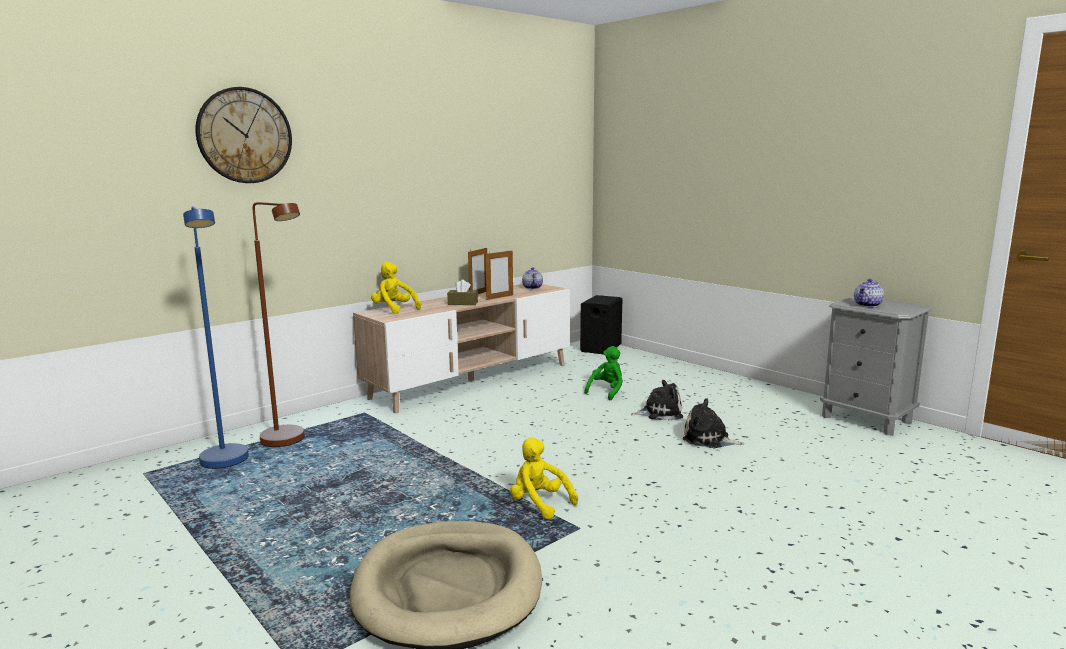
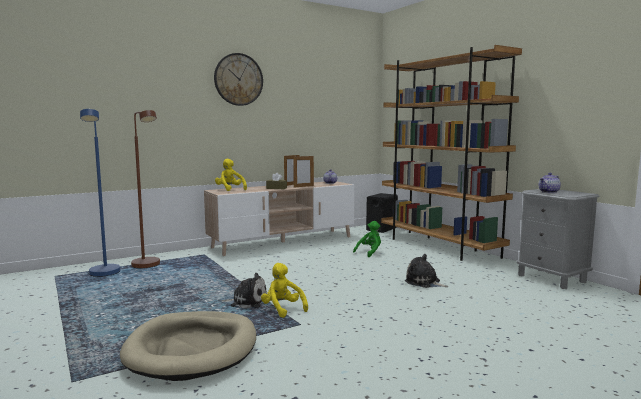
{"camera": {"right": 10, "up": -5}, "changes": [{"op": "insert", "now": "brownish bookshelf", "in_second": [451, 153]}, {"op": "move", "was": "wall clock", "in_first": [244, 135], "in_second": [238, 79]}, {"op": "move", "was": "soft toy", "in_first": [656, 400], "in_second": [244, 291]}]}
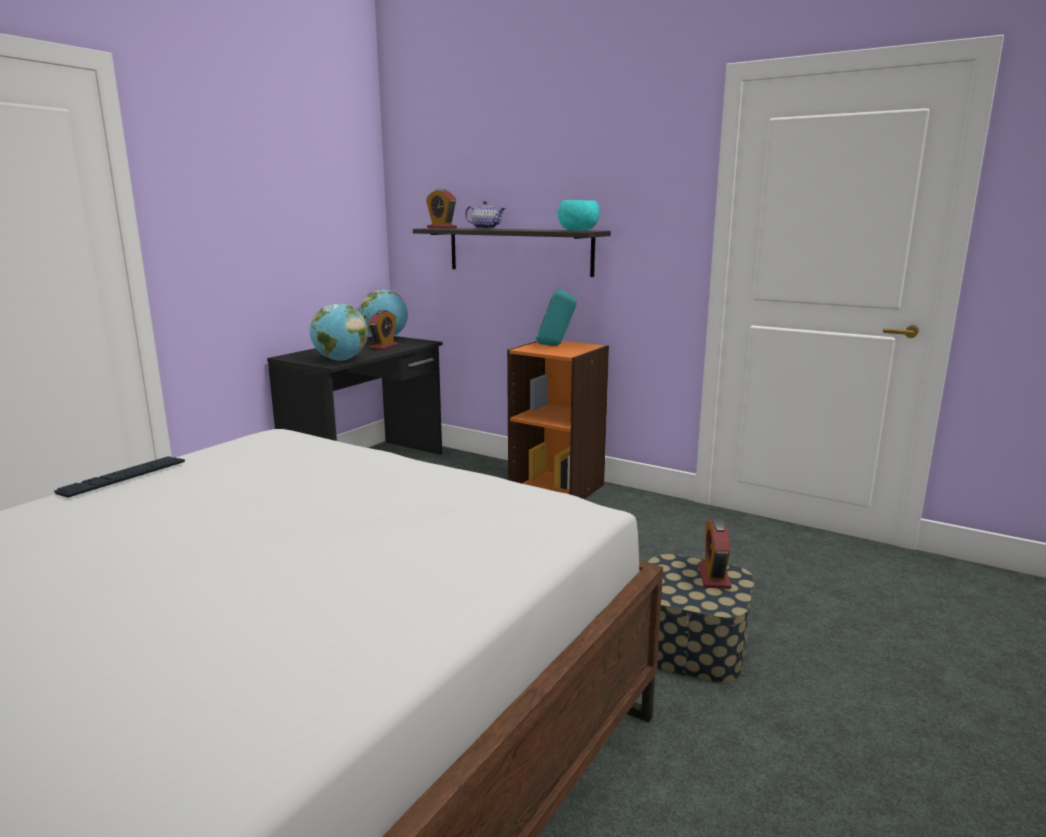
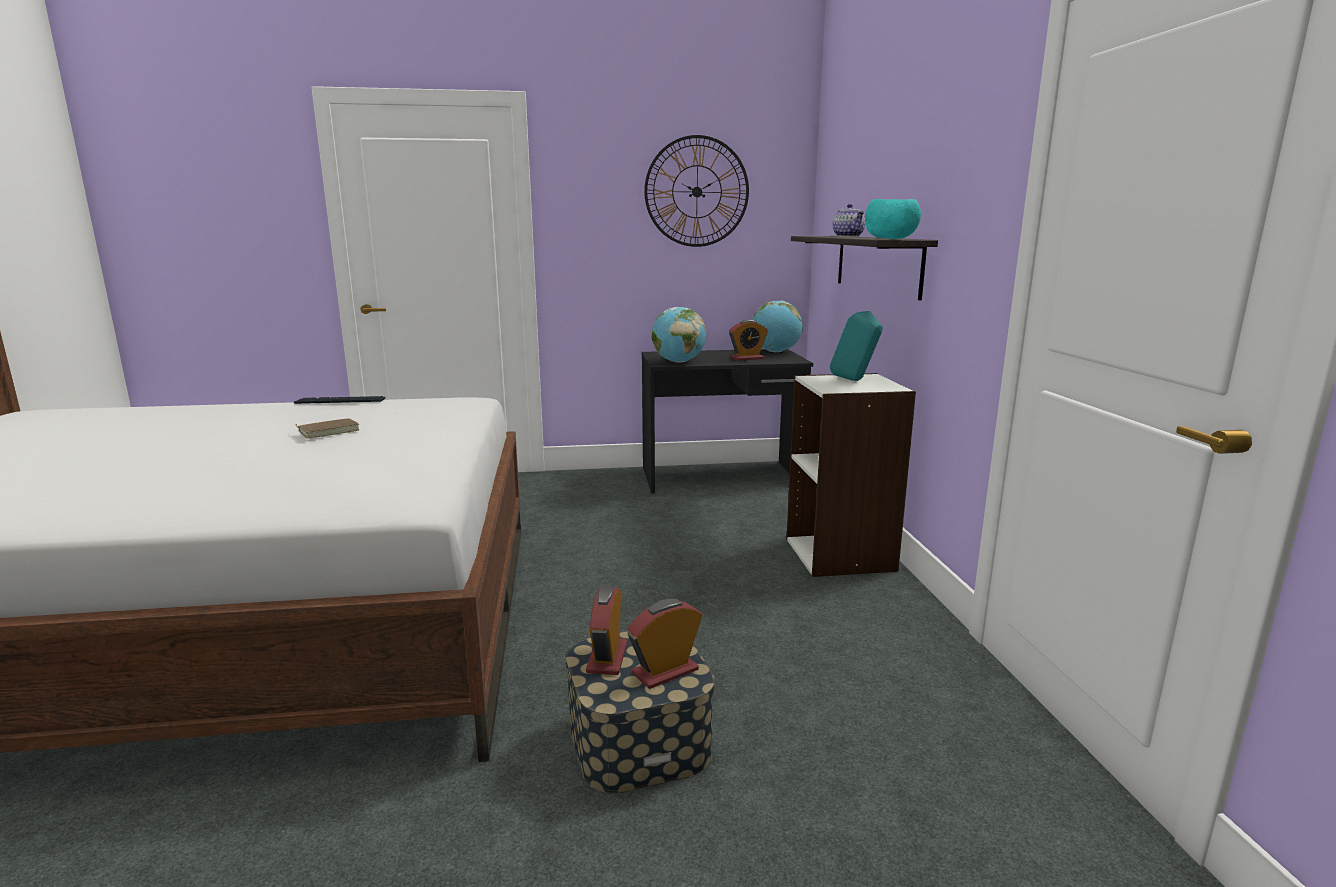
{"camera": {"right": 50, "up": 0}, "changes": [{"op": "insert", "now": "brownish bound book", "in_second": [327, 428]}, {"op": "insert", "now": "wall clock", "in_second": [696, 191]}, {"op": "move", "was": "table clock", "in_first": [441, 209], "in_second": [606, 630]}, {"op": "recolor", "was": "orange-coloured bookshelf", "now": "whitish bookshelf", "in_first": [558, 420], "in_second": [851, 475]}]}
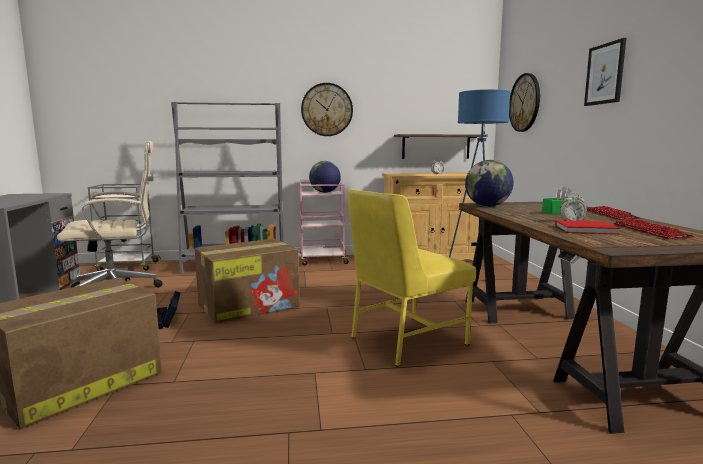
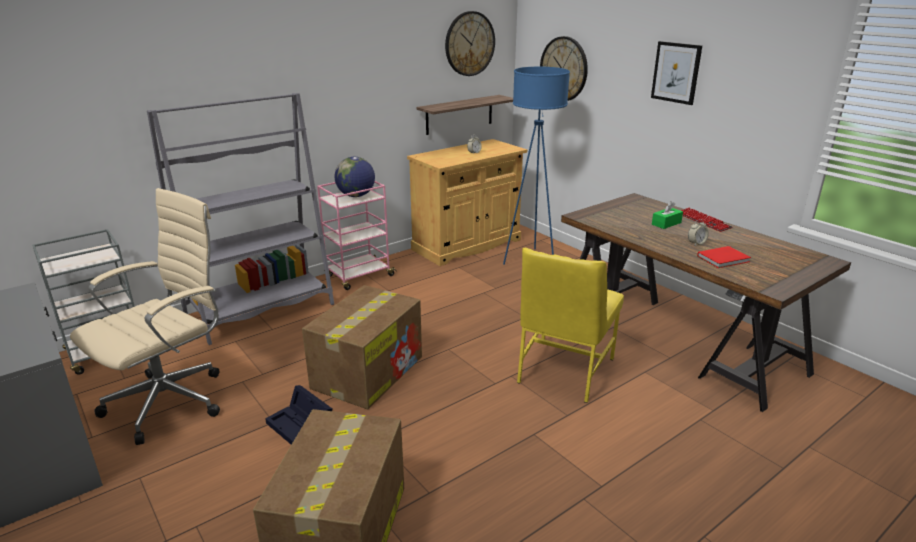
{"camera": {"right": -30, "up": 15}, "changes": [{"op": "delete", "was": "world globe", "in_first": [489, 183]}, {"op": "delete", "was": "computer keyboard", "in_first": [654, 229]}, {"op": "move", "was": "wall clock", "in_first": [327, 109], "in_second": [470, 43]}]}
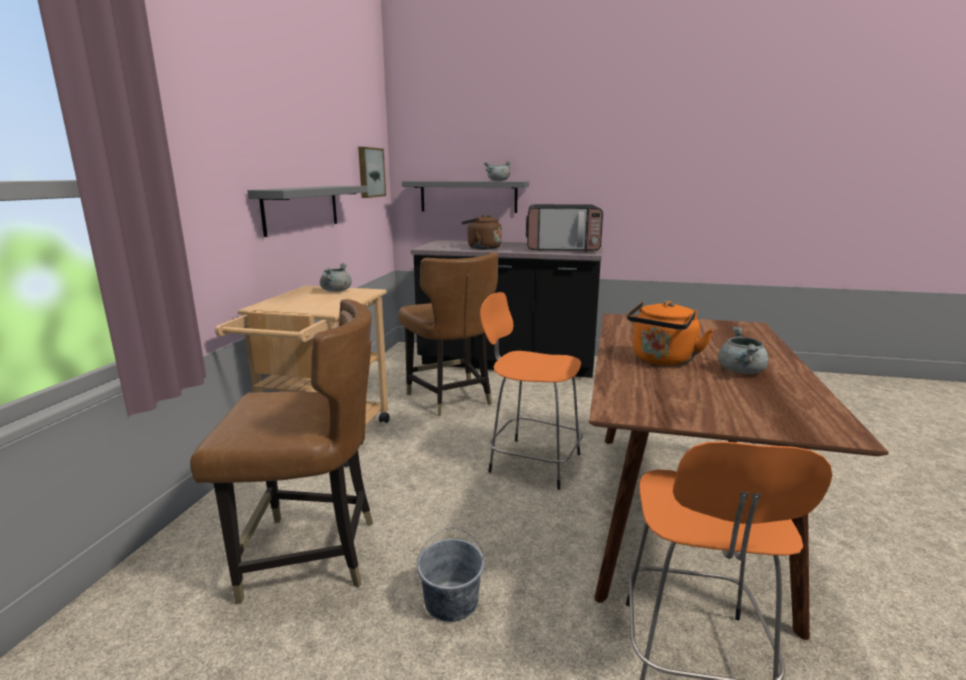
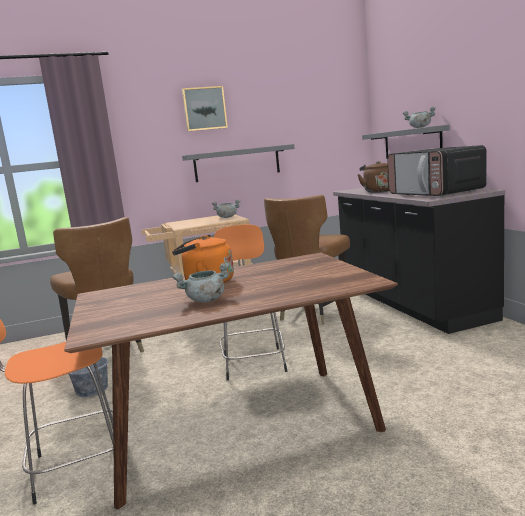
{"camera": {"right": 60, "up": -5}, "changes": [{"op": "move", "was": "picture", "in_first": [372, 172], "in_second": [205, 109]}]}
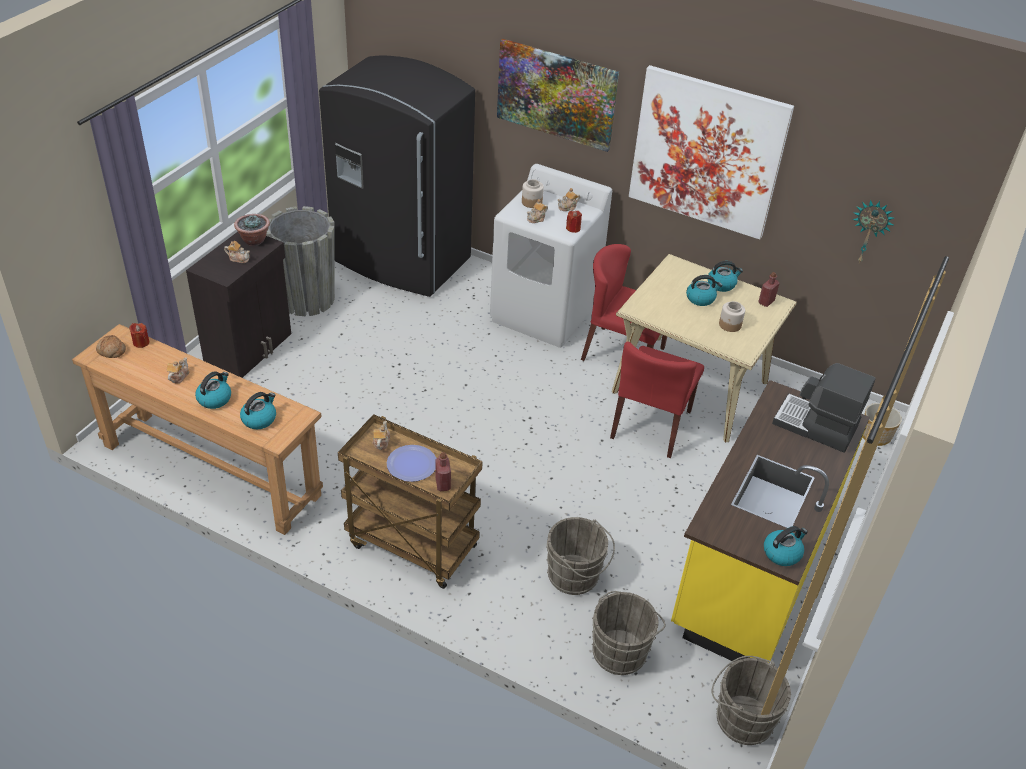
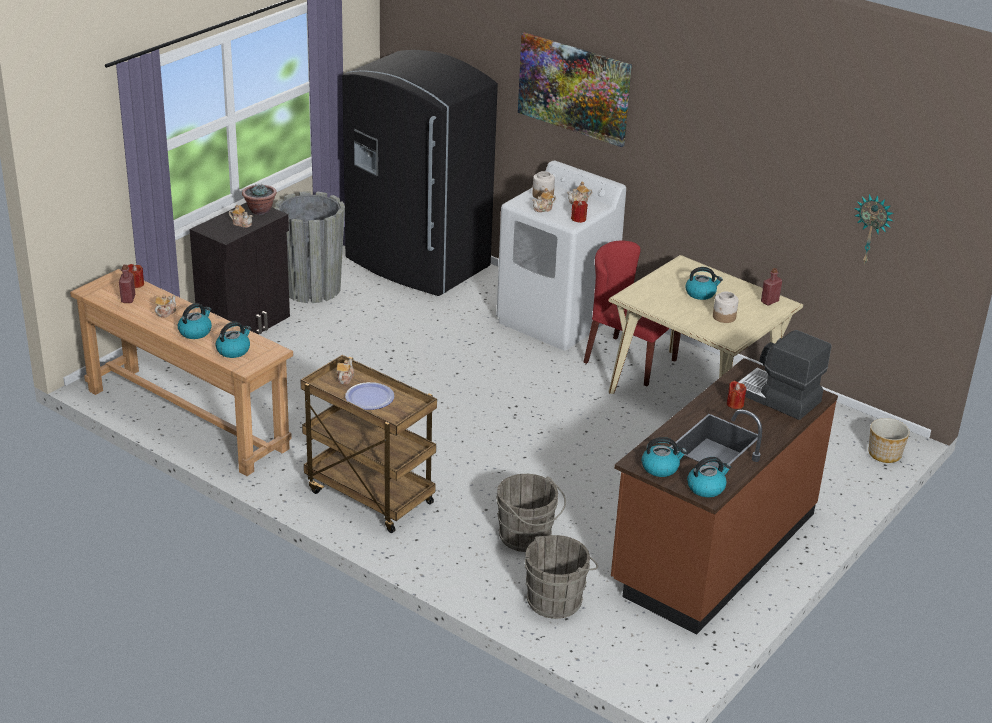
{"camera": {"right": 10, "up": -10}, "changes": [{"op": "delete", "was": "bakery bread", "in_first": [111, 346]}, {"op": "delete", "was": "reddish upright chair", "in_first": [657, 400]}, {"op": "delete", "was": "picture", "in_first": [711, 152]}, {"op": "delete", "was": "greyish bucket", "in_first": [751, 700]}, {"op": "insert", "now": "reddish wax light", "in_second": [736, 395]}, {"op": "move", "was": "reddish drink bottle", "in_first": [443, 471], "in_second": [127, 284]}, {"op": "move", "was": "water kettle", "in_first": [725, 276], "in_second": [664, 457]}, {"op": "recolor", "was": "yellowish kitchen base unit", "now": "brownish kitchen base unit", "in_first": [770, 521], "in_second": [724, 496]}]}
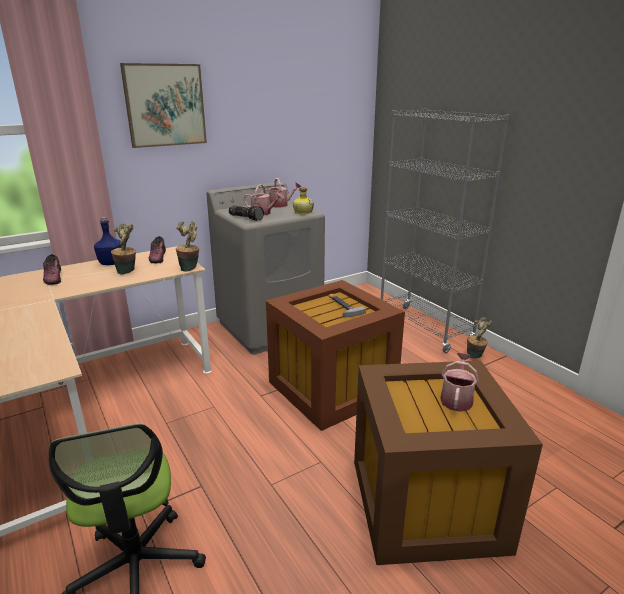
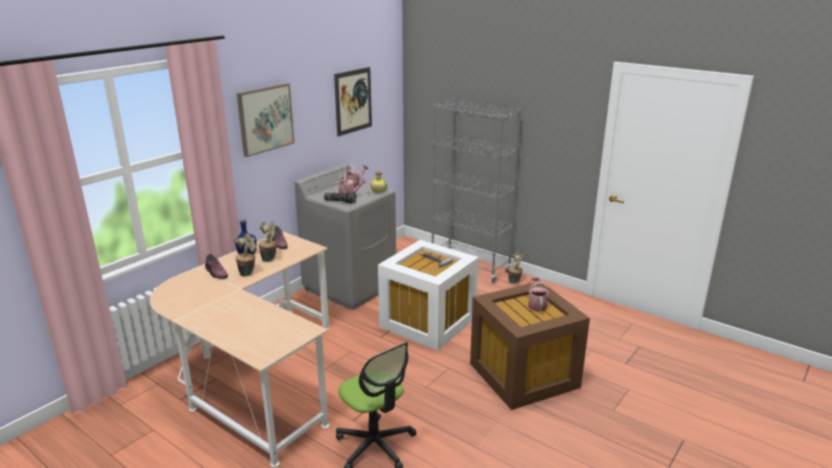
{"camera": {"right": -20, "up": 0}, "changes": [{"op": "insert", "now": "picture", "in_second": [353, 101]}, {"op": "move", "was": "houseplant", "in_first": [187, 245], "in_second": [245, 255]}, {"op": "recolor", "was": "brownish storage box", "now": "whitish storage box", "in_first": [335, 355], "in_second": [428, 295]}]}
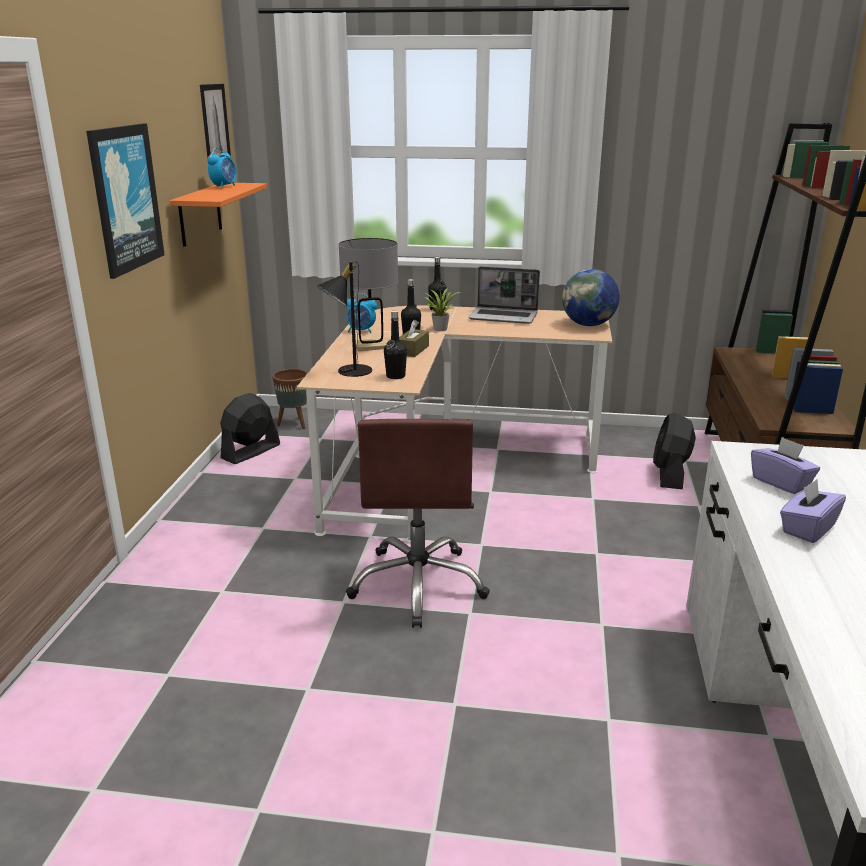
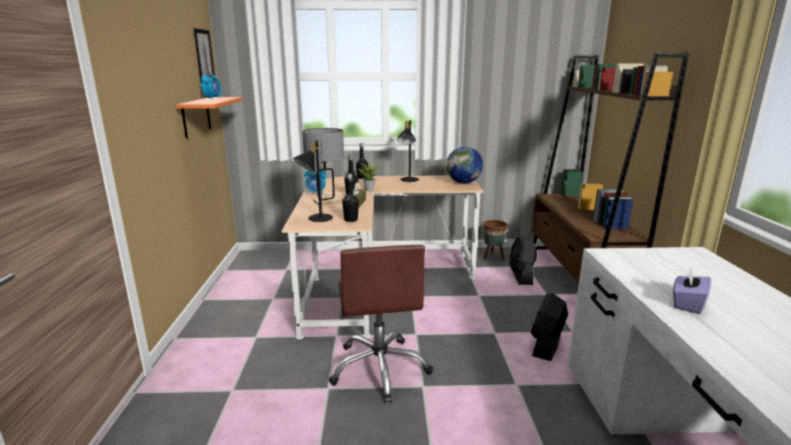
{"camera": {"right": -10, "up": -5}, "changes": [{"op": "delete", "was": "picture", "in_first": [125, 201]}, {"op": "delete", "was": "purplish tissue box", "in_first": [785, 465]}, {"op": "move", "was": "black-coloured cooling fan", "in_first": [250, 428], "in_second": [549, 327]}, {"op": "move", "was": "brownish planter", "in_first": [290, 399], "in_second": [495, 240]}, {"op": "replace", "was": "portable computer", "now": "black-coloured table lamp", "in_first": [504, 295], "in_second": [408, 151]}]}
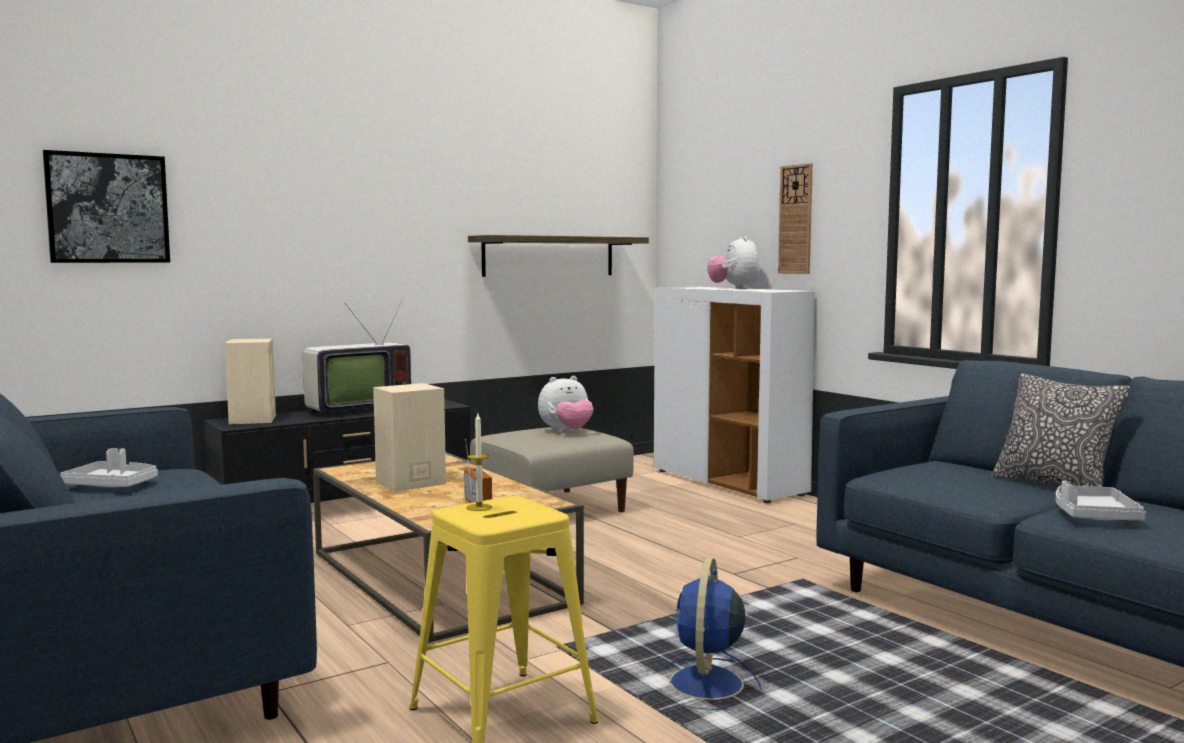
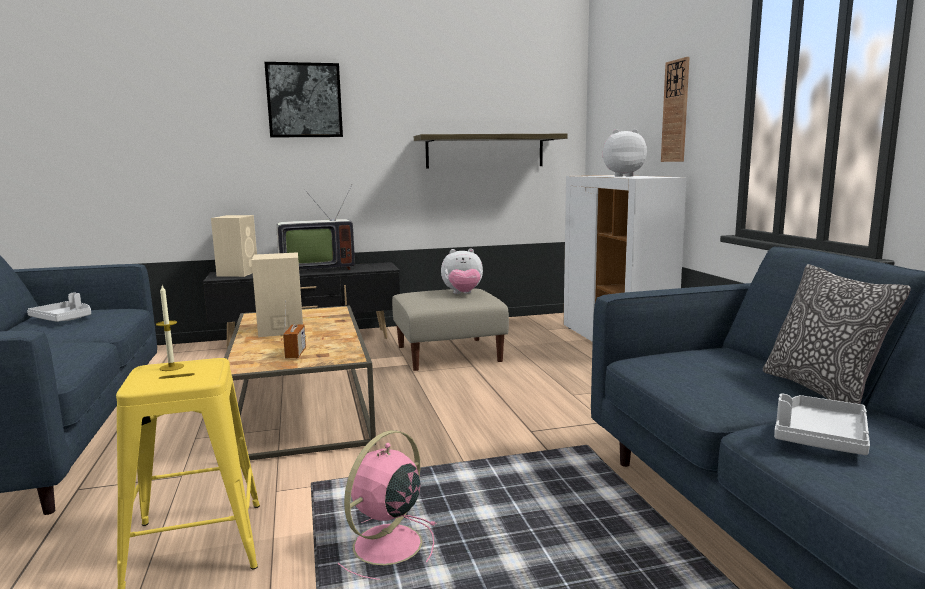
{"camera": {"right": 20, "up": 5}, "changes": [{"op": "move", "was": "picture", "in_first": [106, 206], "in_second": [303, 99]}, {"op": "recolor", "was": "blue cooling fan", "now": "pinkish cooling fan", "in_first": [710, 634], "in_second": [387, 505]}, {"op": "rotate", "was": "soft toy", "in_first": [733, 262], "in_second": [624, 153], "clockwise": 75}]}
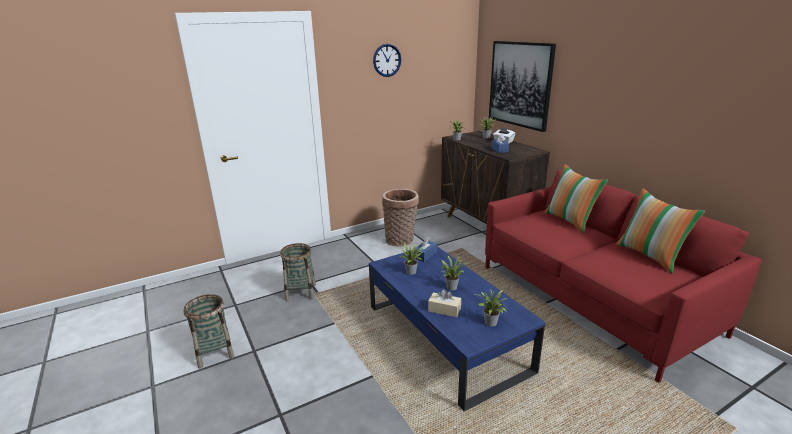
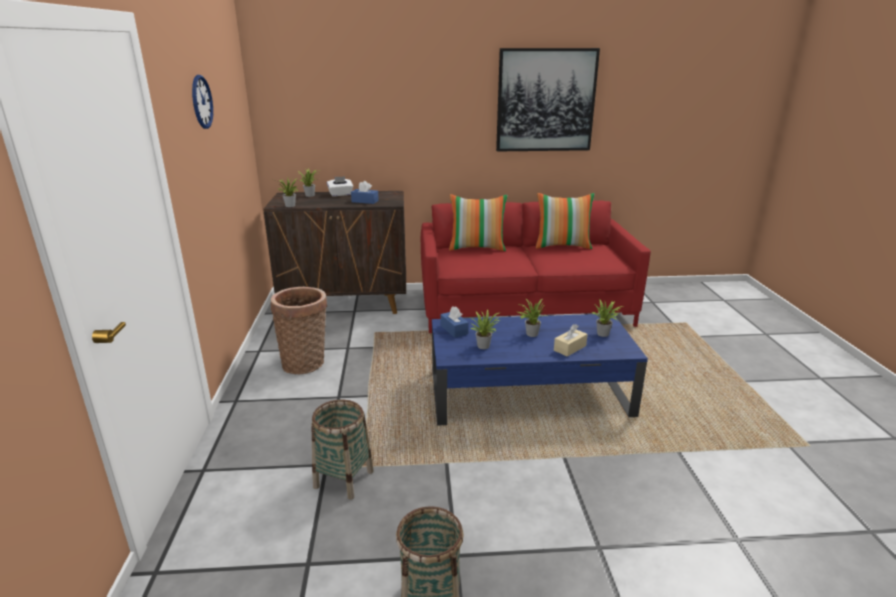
{"camera": {"right": -65, "up": 0}, "changes": [{"op": "move", "was": "picture", "in_first": [522, 86], "in_second": [548, 99]}]}
